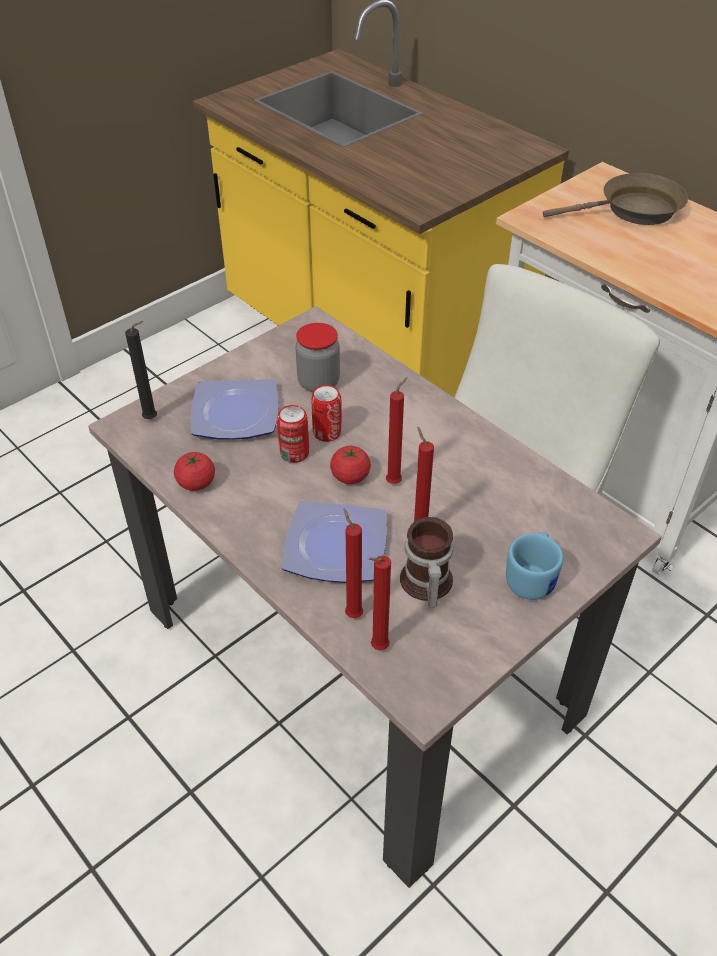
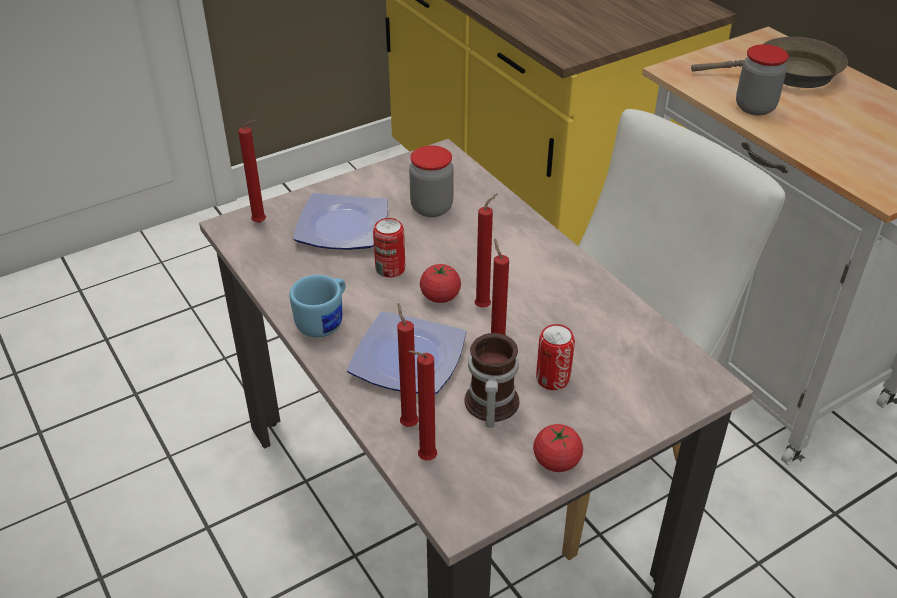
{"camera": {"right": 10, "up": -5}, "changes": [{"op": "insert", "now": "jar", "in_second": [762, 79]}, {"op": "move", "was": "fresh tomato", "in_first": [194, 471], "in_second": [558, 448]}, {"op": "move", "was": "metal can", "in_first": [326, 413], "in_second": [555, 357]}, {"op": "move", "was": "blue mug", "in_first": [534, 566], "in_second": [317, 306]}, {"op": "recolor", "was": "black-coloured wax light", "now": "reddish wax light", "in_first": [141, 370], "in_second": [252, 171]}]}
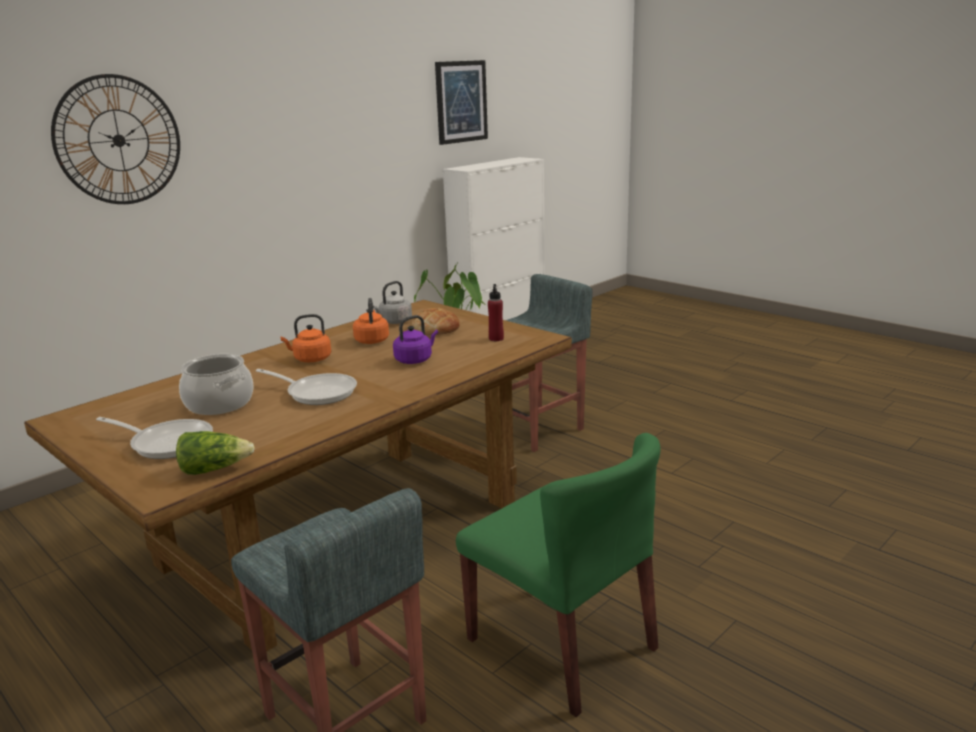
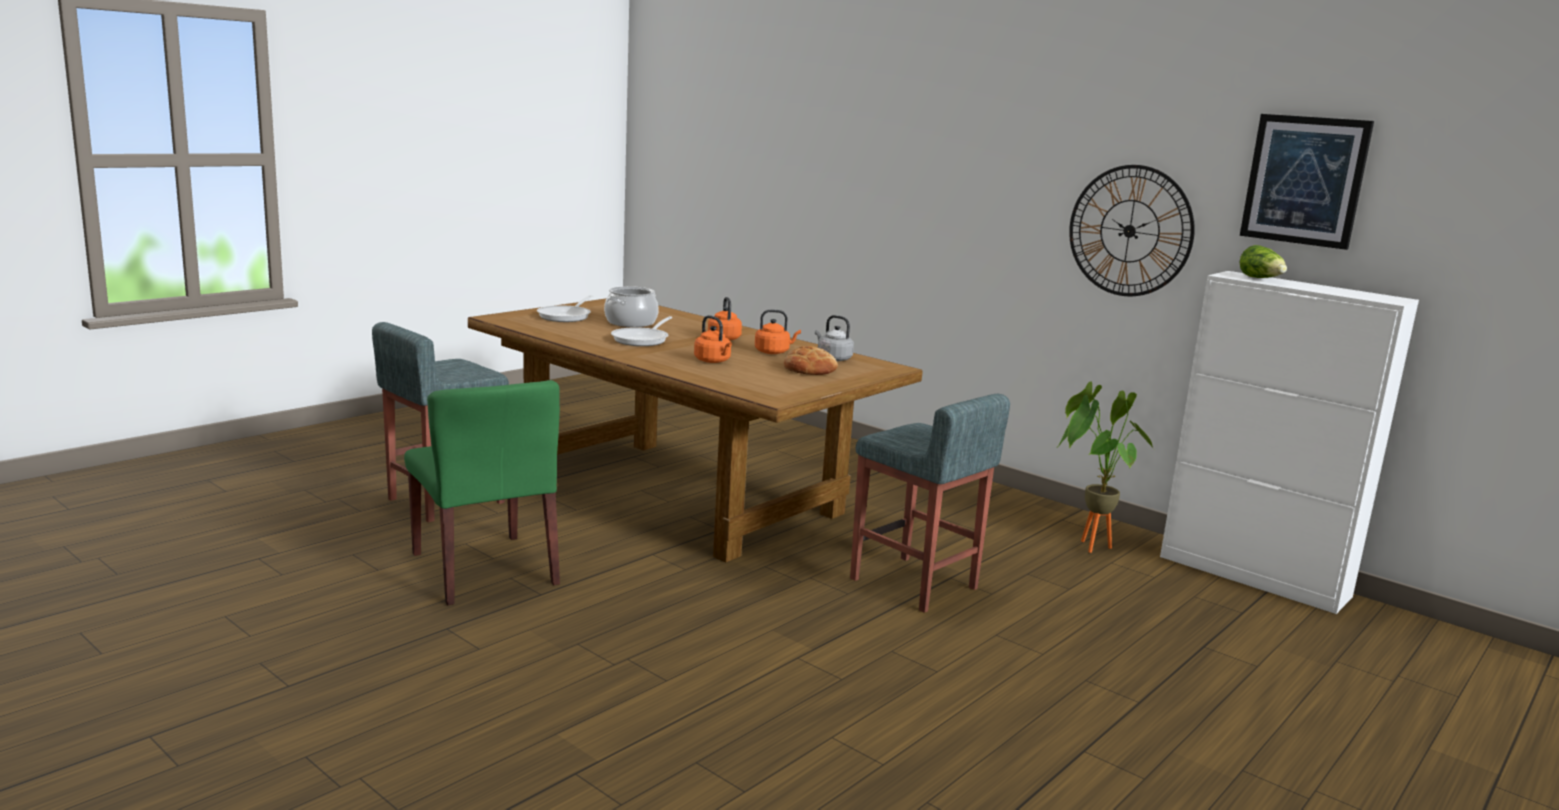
{"camera": {"right": 85, "up": -5}, "changes": [{"op": "delete", "was": "reddish drink bottle", "in_first": [496, 312]}, {"op": "move", "was": "wall clock", "in_first": [115, 139], "in_second": [1132, 230]}, {"op": "move", "was": "lettuce head", "in_first": [215, 453], "in_second": [1263, 261]}, {"op": "recolor", "was": "purplish water kettle", "now": "orange-coloured water kettle", "in_first": [415, 339], "in_second": [713, 339]}, {"op": "rotate", "was": "green-coloured upright chair", "in_first": [558, 575], "in_second": [482, 492], "clockwise": -75}]}
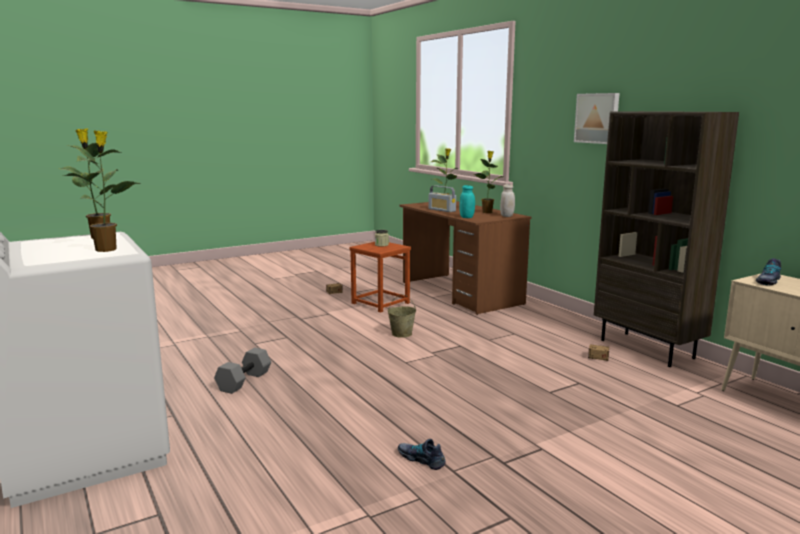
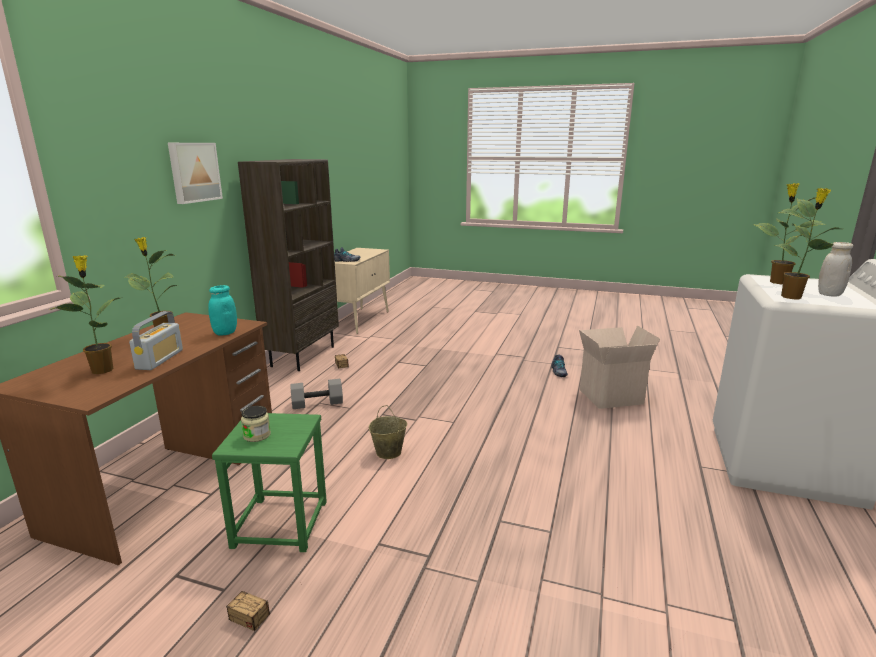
{"camera": {"right": -130, "up": 5}, "changes": [{"op": "insert", "now": "cardboard box", "in_second": [619, 367]}, {"op": "move", "was": "greyish hand weight", "in_first": [242, 371], "in_second": [316, 394]}, {"op": "move", "was": "whitish jar", "in_first": [507, 200], "in_second": [835, 269]}, {"op": "recolor", "was": "brownish sitting stool", "now": "green-coloured sitting stool", "in_first": [380, 277], "in_second": [269, 482]}]}
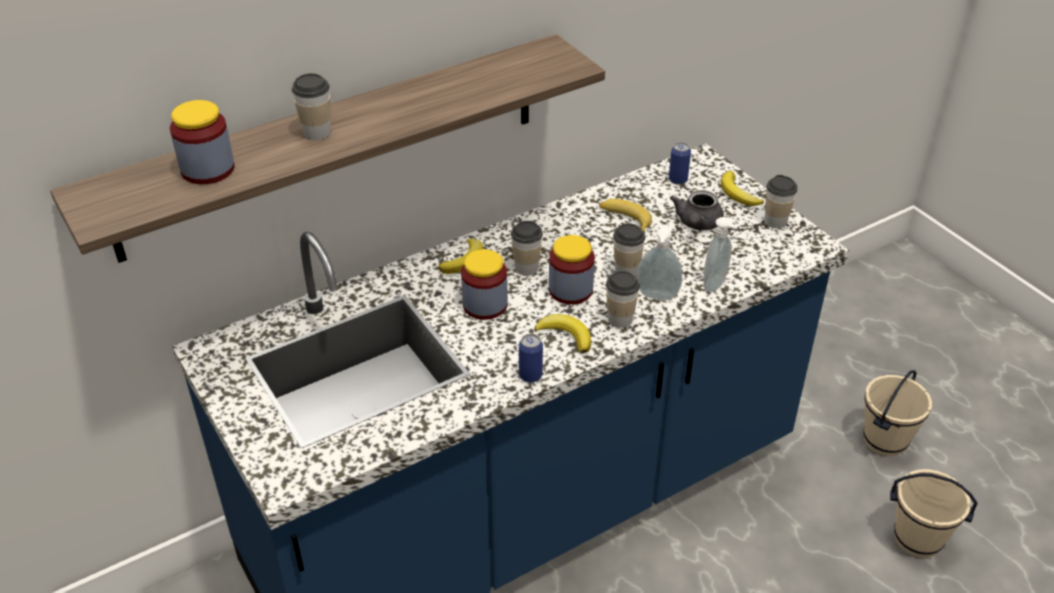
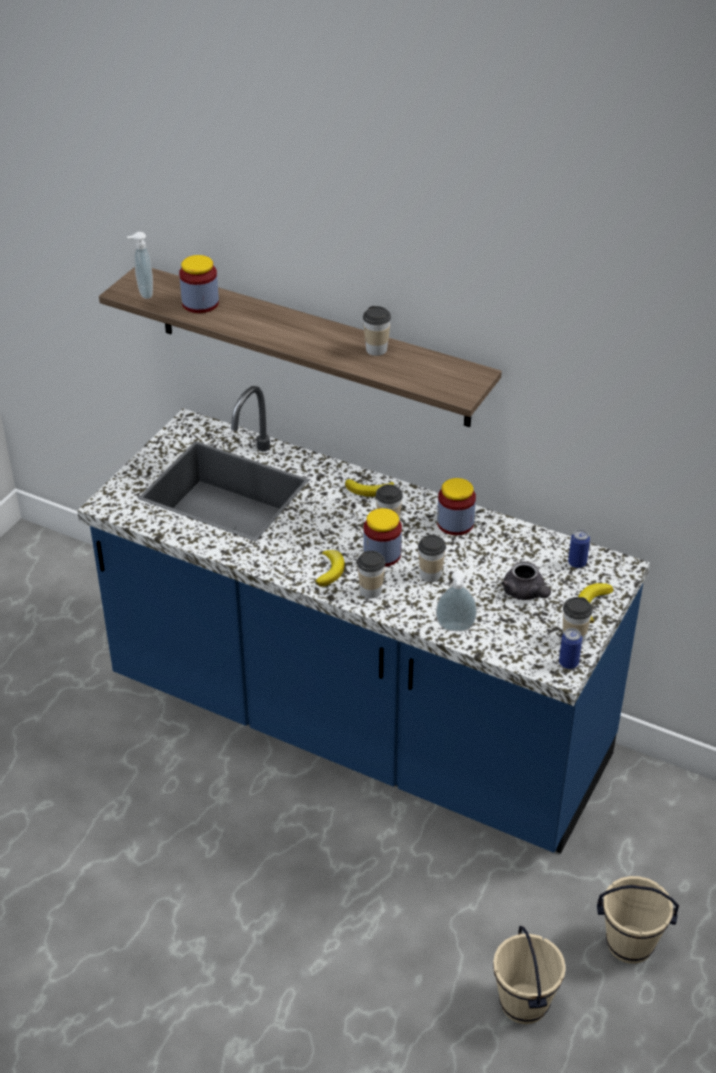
{"camera": {"right": 60, "up": 0}, "changes": [{"op": "delete", "was": "whole banana", "in_first": [625, 215]}, {"op": "move", "was": "small cup", "in_first": [311, 106], "in_second": [377, 331]}, {"op": "move", "was": "jar", "in_first": [484, 284], "in_second": [456, 506]}, {"op": "move", "was": "metal can", "in_first": [531, 358], "in_second": [570, 648]}, {"op": "move", "was": "liquid soap bottle", "in_first": [659, 264], "in_second": [140, 265]}, {"op": "rotate", "was": "greyish teapot", "in_first": [696, 210], "in_second": [526, 580], "clockwise": -105}]}
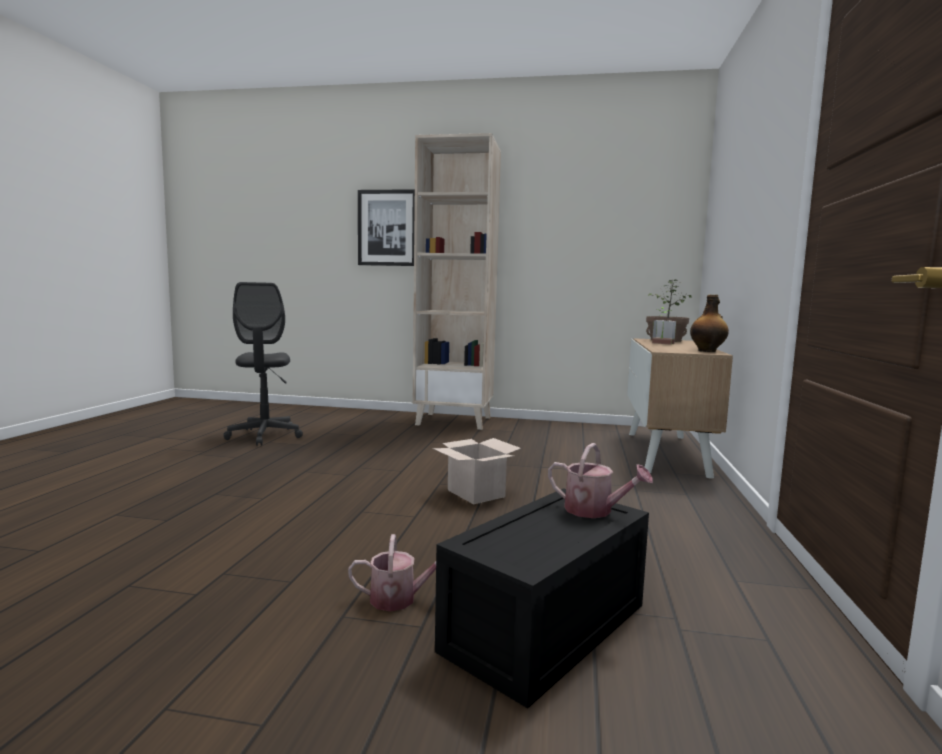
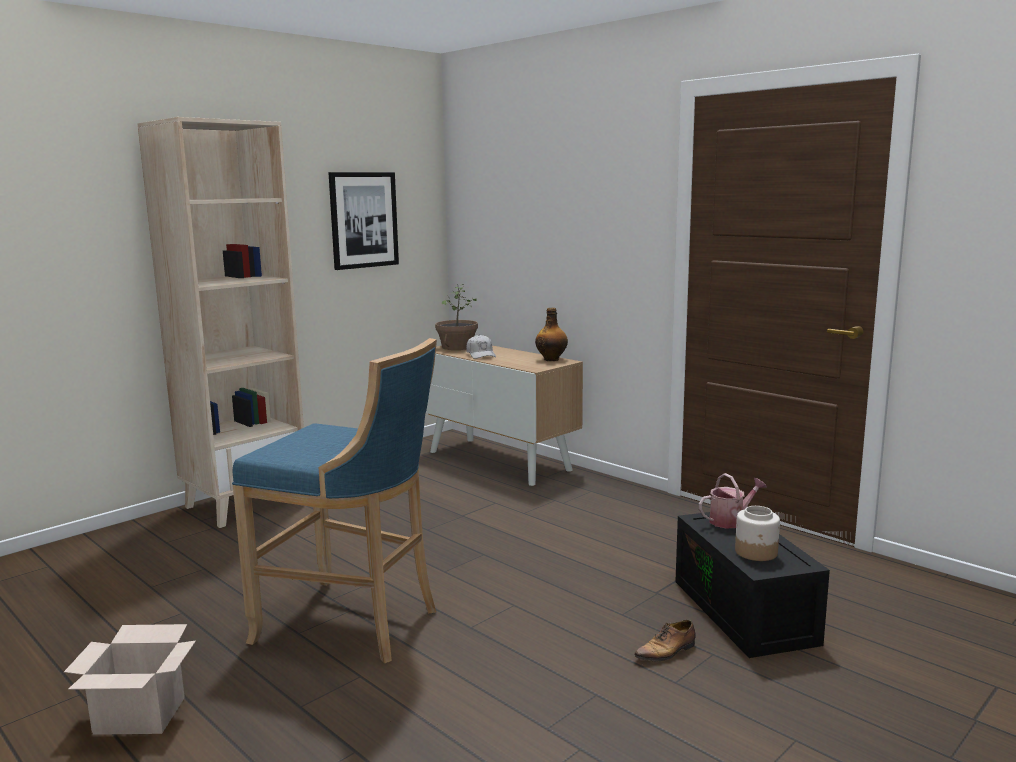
{"camera": {"right": -55, "up": 5}, "changes": [{"op": "delete", "was": "greyish desk chair", "in_first": [263, 364]}, {"op": "insert", "now": "blue sitting stool", "in_second": [334, 500]}, {"op": "insert", "now": "jar", "in_second": [757, 533]}, {"op": "move", "was": "picture", "in_first": [386, 227], "in_second": [363, 221]}, {"op": "move", "was": "cardboard box", "in_first": [477, 471], "in_second": [130, 679]}, {"op": "replace", "was": "sprinkling can", "now": "low shoe", "in_first": [392, 572], "in_second": [665, 640]}, {"op": "replace", "was": "houseplant", "now": "whitish cap", "in_first": [664, 326], "in_second": [481, 347]}]}
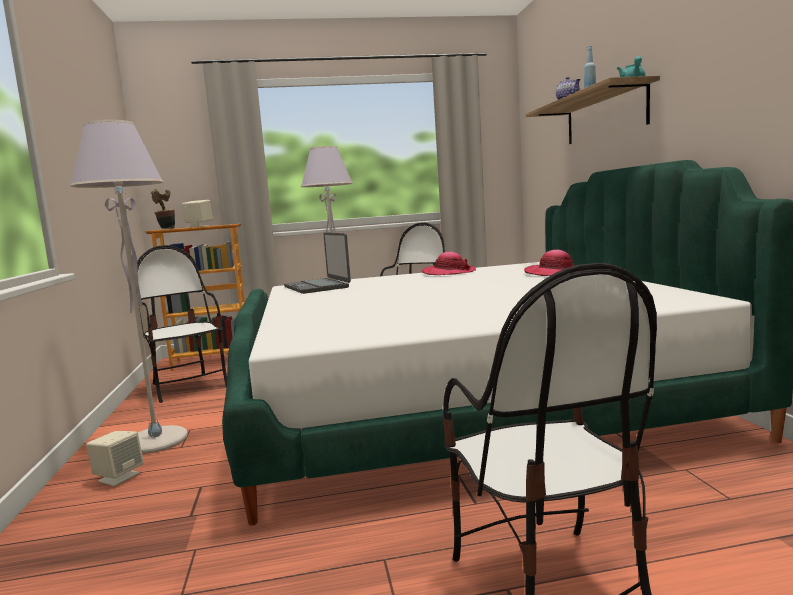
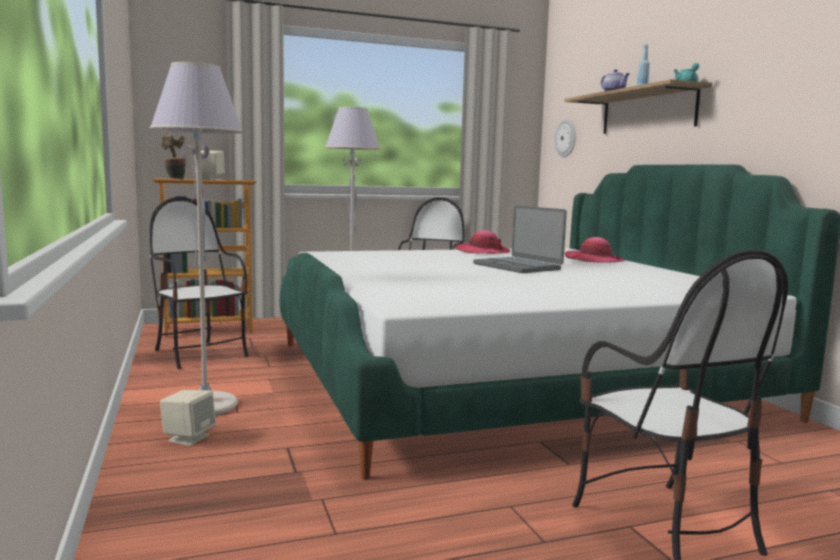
{"camera": {"right": -10, "up": 0}, "changes": [{"op": "insert", "now": "wall clock", "in_second": [565, 138]}, {"op": "move", "was": "portable computer", "in_first": [317, 263], "in_second": [520, 239]}]}
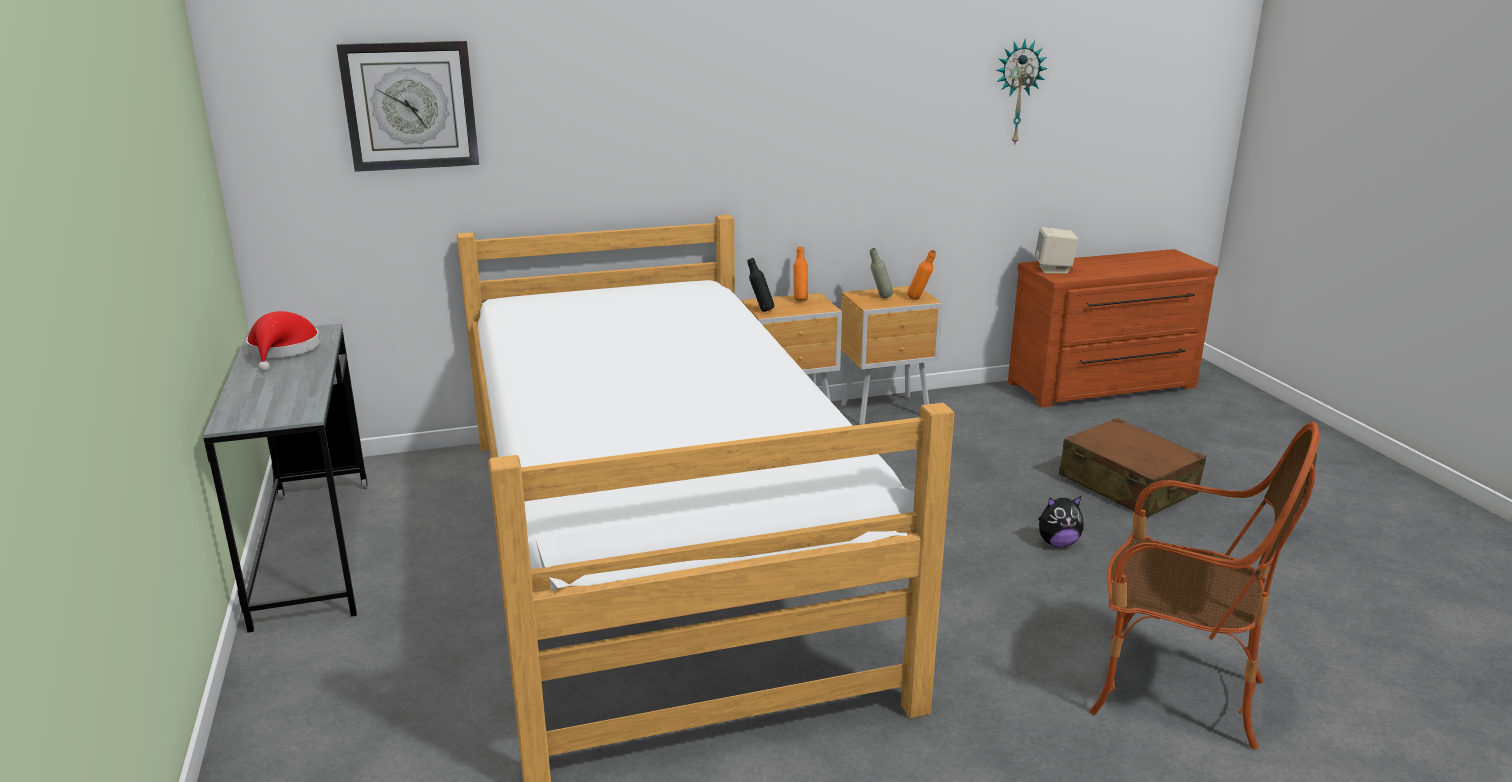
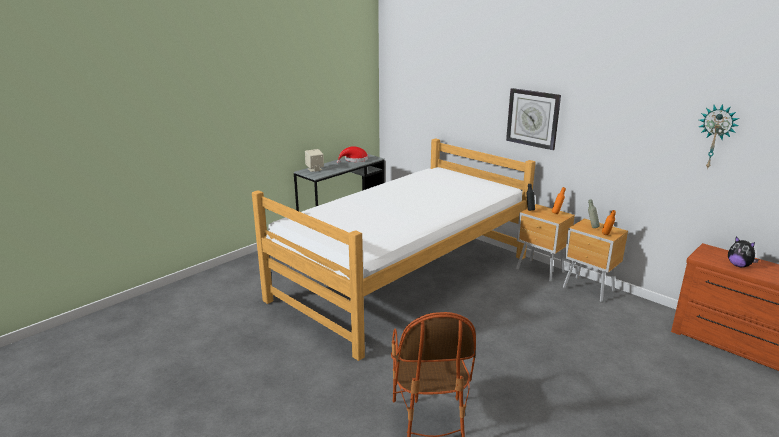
{"camera": {"right": 60, "up": 0}, "changes": [{"op": "delete", "was": "brownish travel case", "in_first": [1132, 468]}, {"op": "move", "was": "wall clock", "in_first": [407, 106], "in_second": [533, 119]}, {"op": "move", "was": "beige-coloured loudspeaker", "in_first": [1056, 250], "in_second": [314, 160]}, {"op": "move", "was": "soft toy", "in_first": [1061, 521], "in_second": [743, 252]}]}
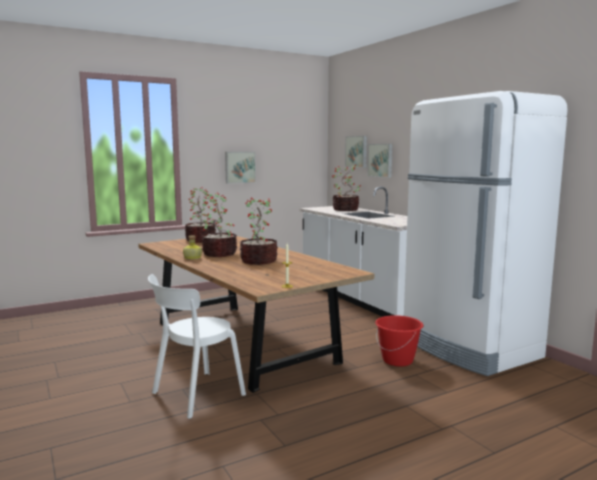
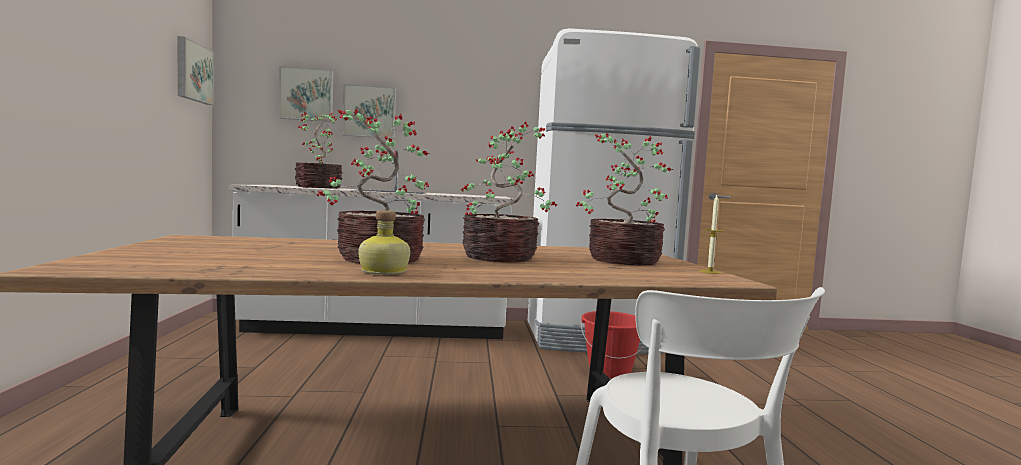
{"camera": {"right": -65, "up": -5}, "changes": [{"op": "move", "was": "houseplant", "in_first": [200, 215], "in_second": [625, 199]}, {"op": "move", "was": "picture", "in_first": [240, 168], "in_second": [196, 70]}]}
